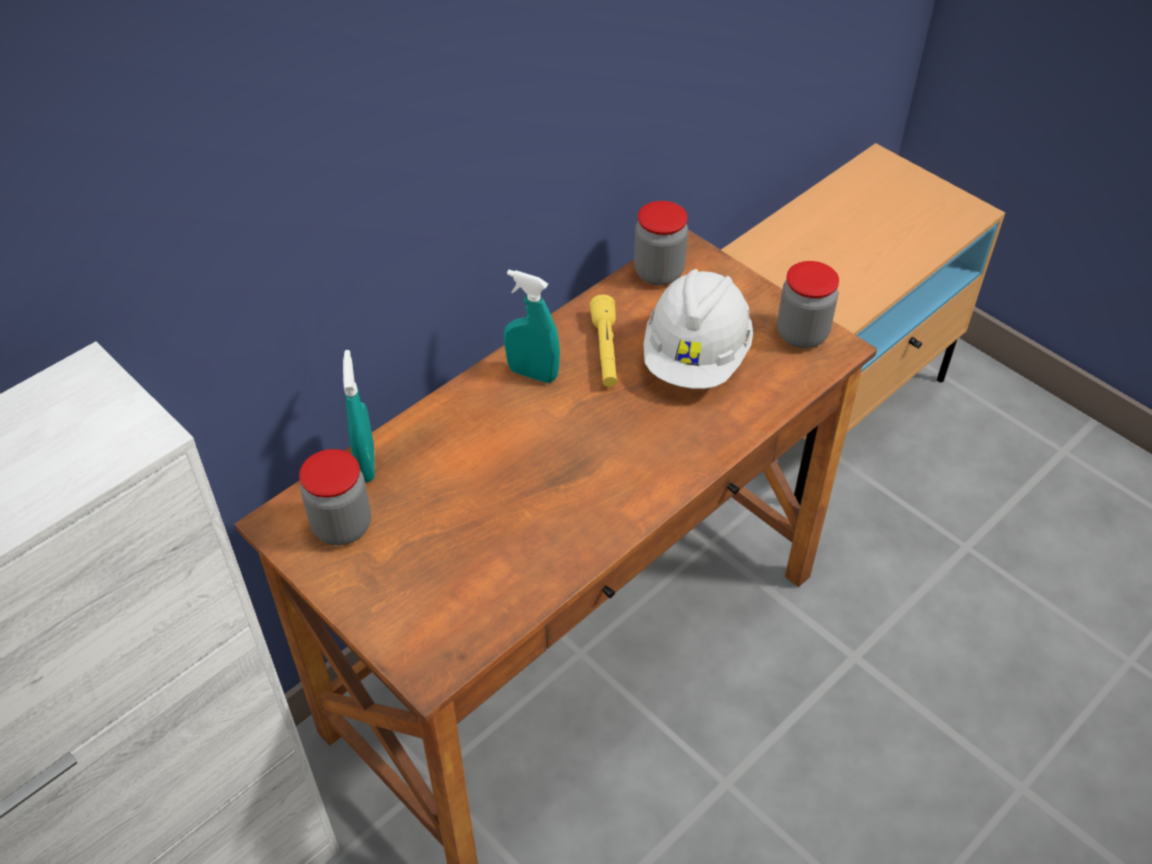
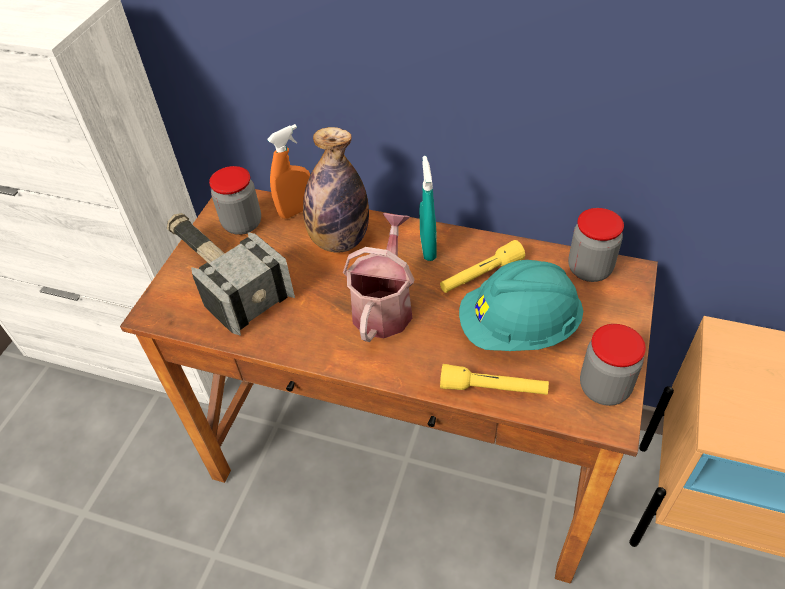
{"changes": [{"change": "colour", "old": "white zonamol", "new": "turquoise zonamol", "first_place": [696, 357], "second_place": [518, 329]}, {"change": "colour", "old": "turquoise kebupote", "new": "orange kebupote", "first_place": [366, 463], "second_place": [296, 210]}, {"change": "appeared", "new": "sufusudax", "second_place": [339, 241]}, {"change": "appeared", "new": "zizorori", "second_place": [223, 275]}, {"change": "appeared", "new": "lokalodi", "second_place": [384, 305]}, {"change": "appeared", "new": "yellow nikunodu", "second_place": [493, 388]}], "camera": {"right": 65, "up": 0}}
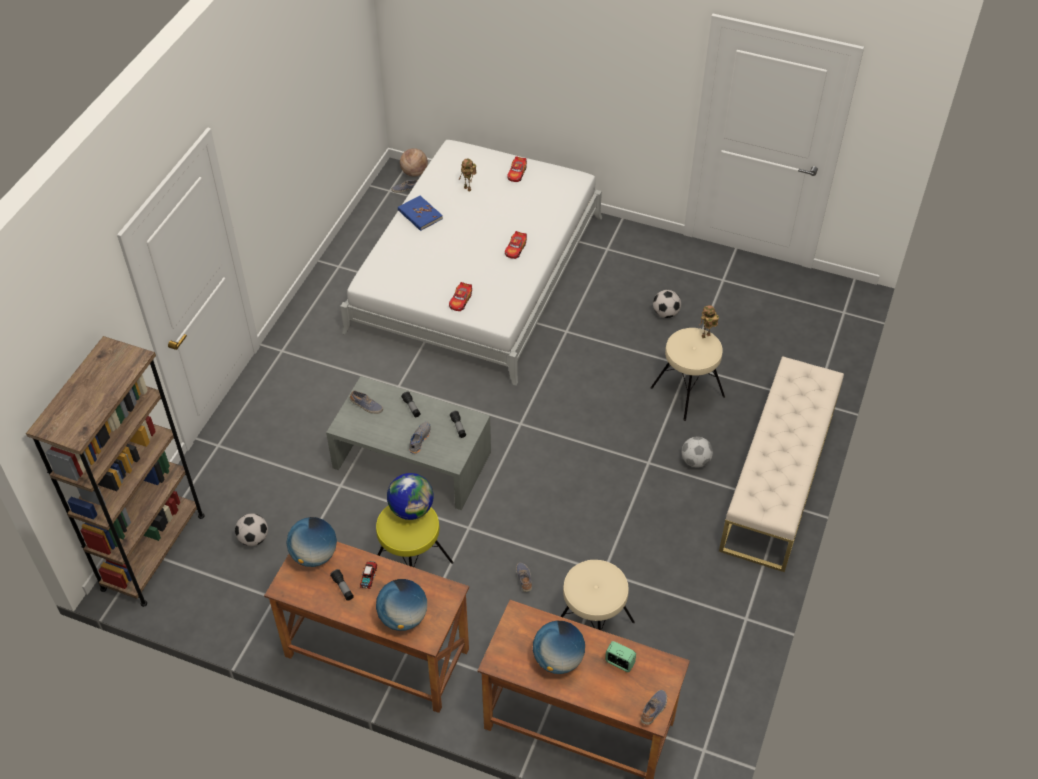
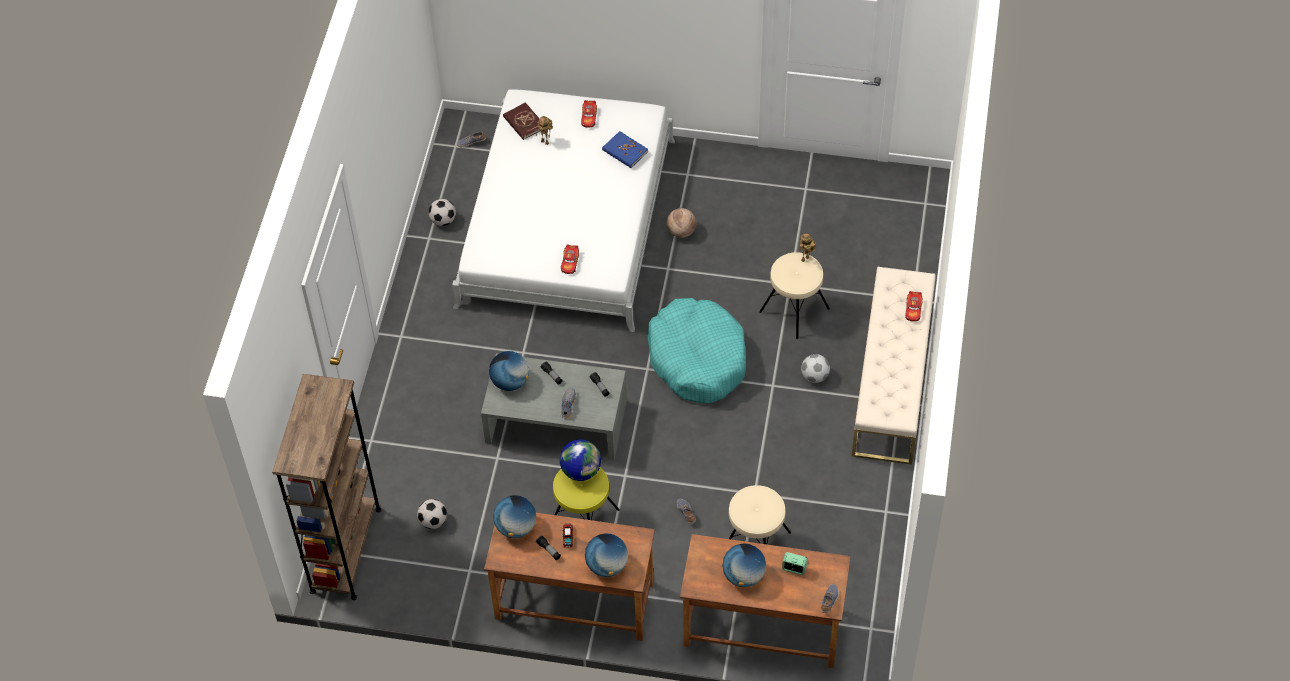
{"changes": [{"change": "relocated", "old": "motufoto", "first_place": [414, 173], "second_place": [681, 232]}, {"change": "relocated", "old": "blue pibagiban", "first_place": [420, 215], "second_place": [625, 151]}, {"change": "relocated", "old": "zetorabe", "first_place": [515, 249], "second_place": [913, 309]}, {"change": "relocated", "old": "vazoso", "first_place": [665, 313], "second_place": [443, 220]}, {"change": "exchanged", "old": "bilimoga", "new": "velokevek", "first_place": [366, 406], "second_place": [510, 382]}, {"change": "appeared", "new": "red pibagiban", "second_place": [524, 122]}, {"change": "appeared", "new": "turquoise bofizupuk", "second_place": [697, 358]}], "camera": {"right": -10, "up": 5}}
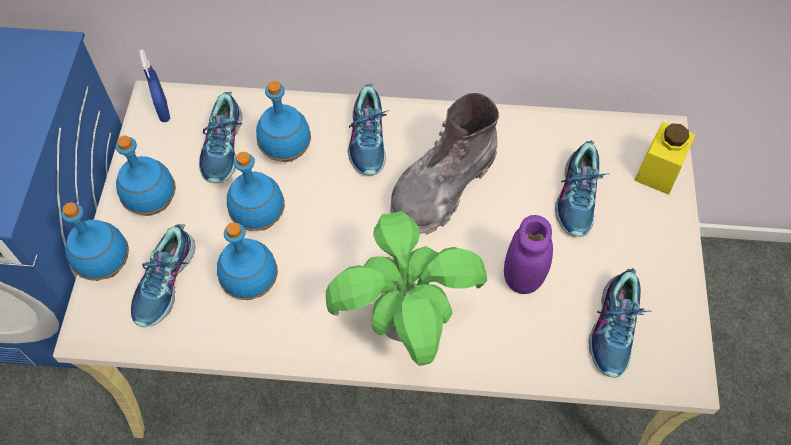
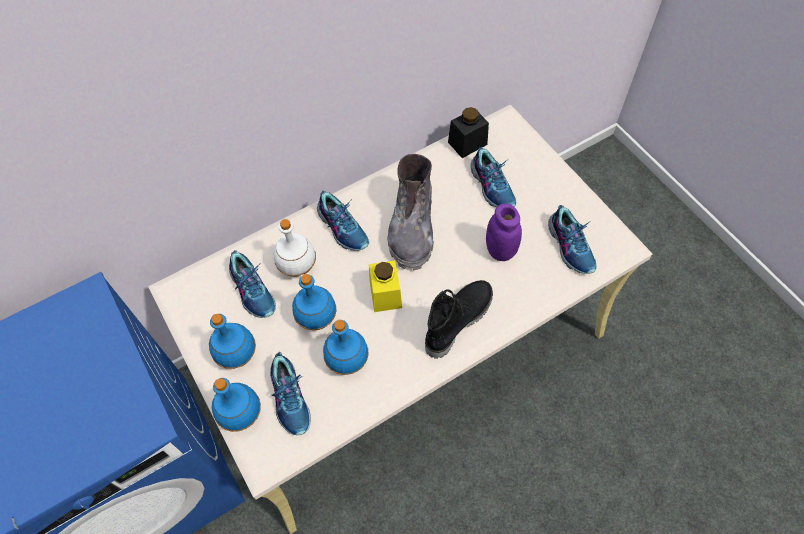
{"changes": [{"change": "missing", "old": "blue kebupote", "first_place": [163, 111]}, {"change": "colour", "old": "blue sufusudax", "new": "white sufusudax", "first_place": [286, 153], "second_place": [298, 268]}, {"change": "relocated", "old": "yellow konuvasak", "first_place": [658, 170], "second_place": [385, 294]}, {"change": "exchanged", "old": "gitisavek", "new": "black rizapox", "first_place": [404, 322], "second_place": [457, 320]}, {"change": "appeared", "new": "black konuvasak", "second_place": [467, 143]}], "camera": {"right": -35, "up": 0}}
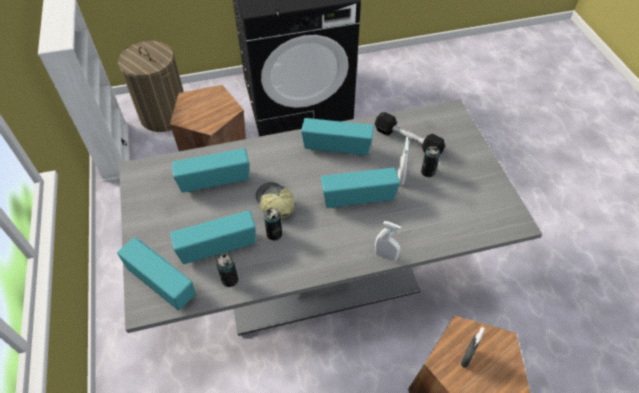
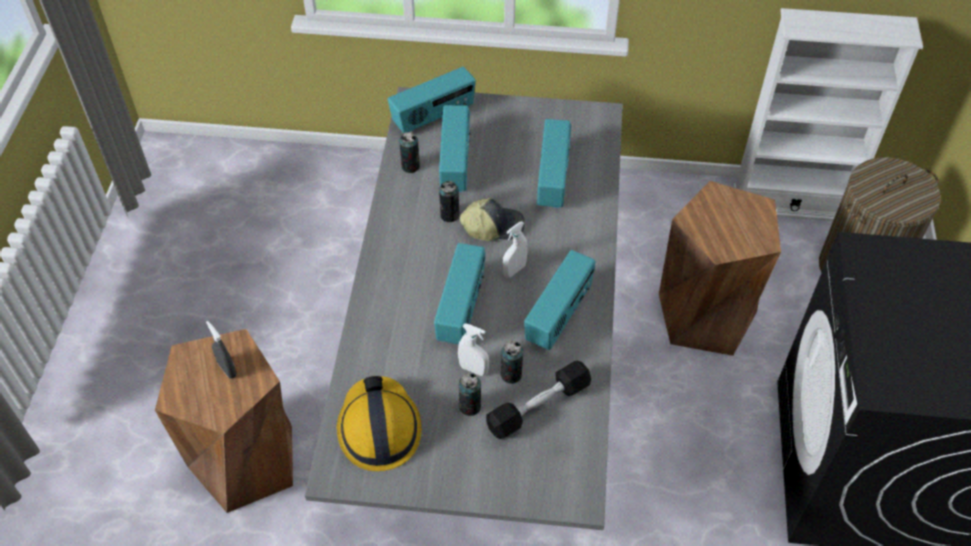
{"changes": [{"change": "relocated", "old": "white kebupote", "first_place": [385, 256], "second_place": [514, 270]}, {"change": "appeared", "new": "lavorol", "second_place": [511, 374]}, {"change": "appeared", "new": "zonamol", "second_place": [379, 429]}], "camera": {"right": 110, "up": 0}}
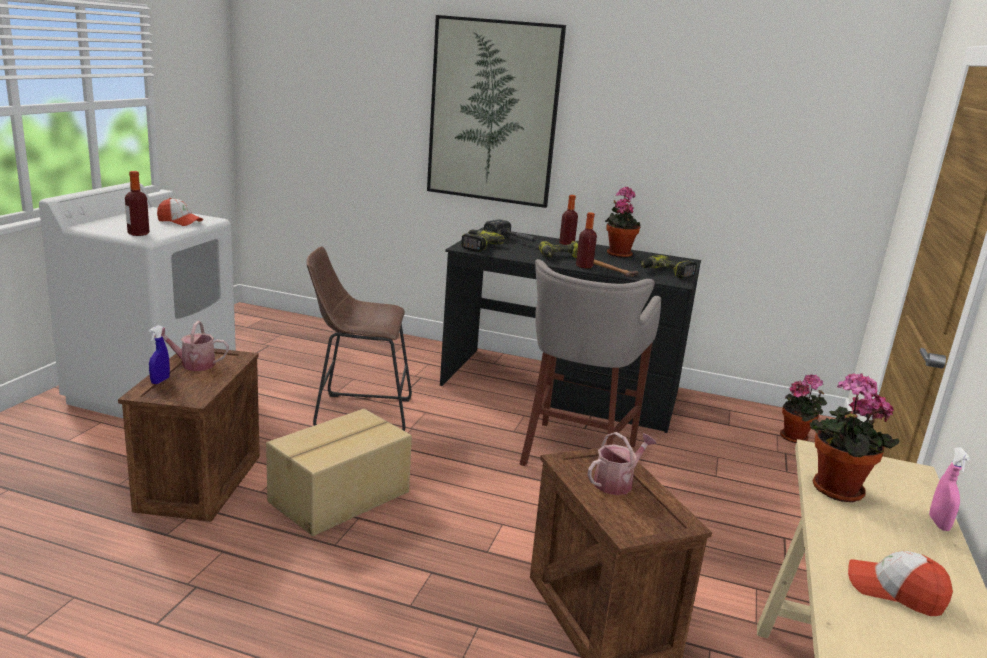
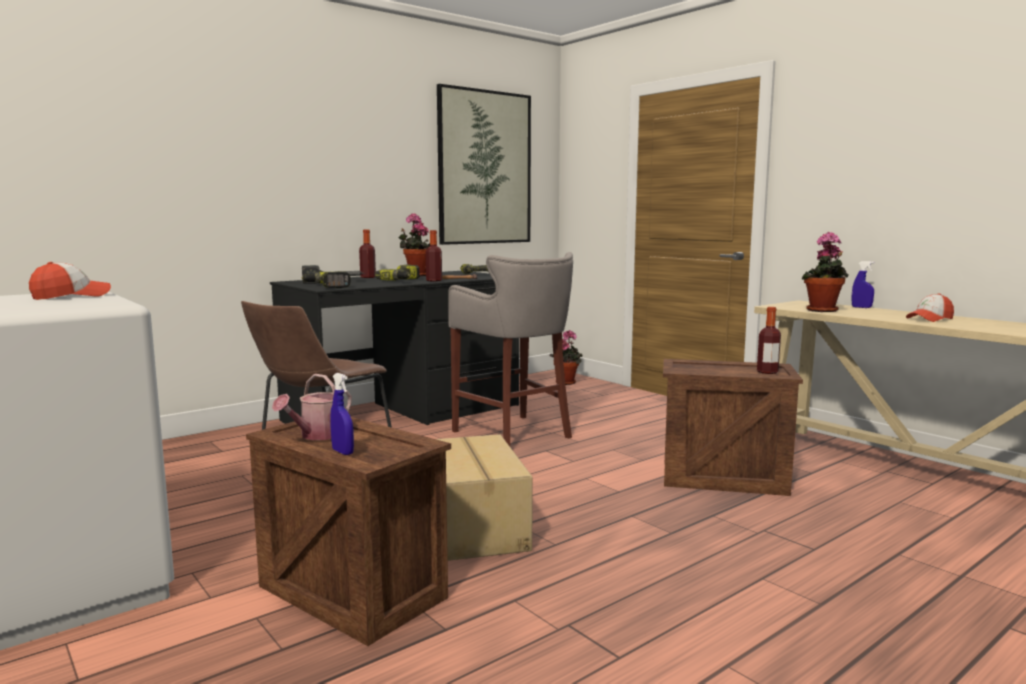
{"changes": [{"change": "relocated", "old": "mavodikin", "first_place": [493, 112], "second_place": [484, 168]}, {"change": "relocated", "old": "sufusudax", "first_place": [138, 234], "second_place": [767, 372]}, {"change": "missing", "old": "lokalodi", "first_place": [617, 482]}, {"change": "colour", "old": "pink kebupote", "new": "blue kebupote", "first_place": [939, 523], "second_place": [861, 307]}], "camera": {"right": -55, "up": -10}}
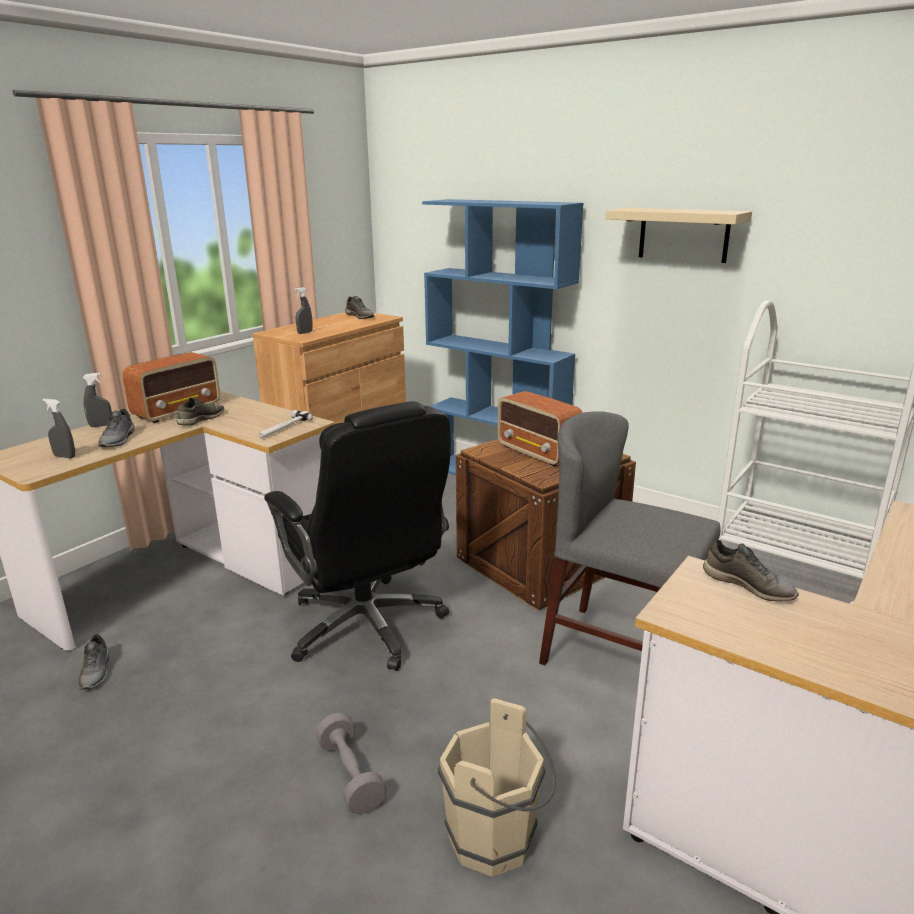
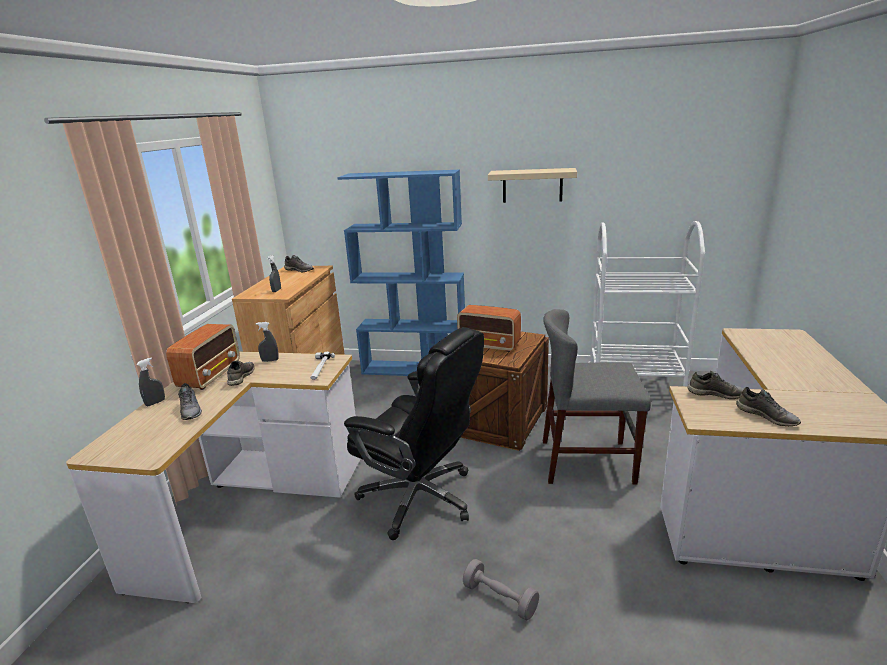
{"changes": [{"change": "relocated", "old": "grey kebupote", "first_place": [65, 456], "second_place": [270, 360]}, {"change": "relocated", "old": "grey bilimoga", "first_place": [97, 672], "second_place": [767, 416]}, {"change": "missing", "old": "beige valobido", "first_place": [497, 841]}], "camera": {"right": -25, "up": 0}}
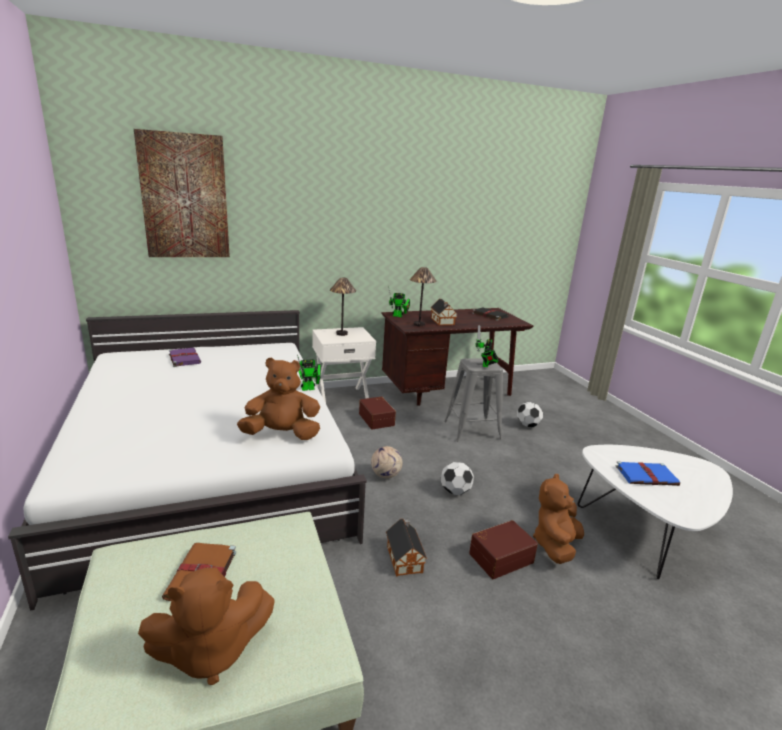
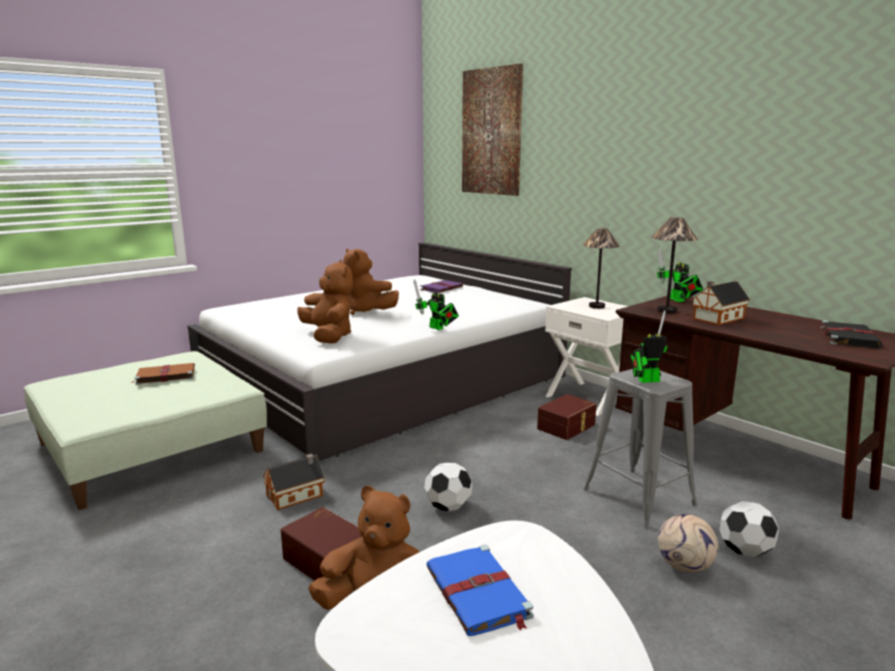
{"changes": [{"change": "relocated", "old": "vazoso", "first_place": [386, 475], "second_place": [685, 566]}, {"change": "relocated", "old": "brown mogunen", "first_place": [210, 652], "second_place": [367, 311]}], "camera": {"right": 70, "up": -5}}
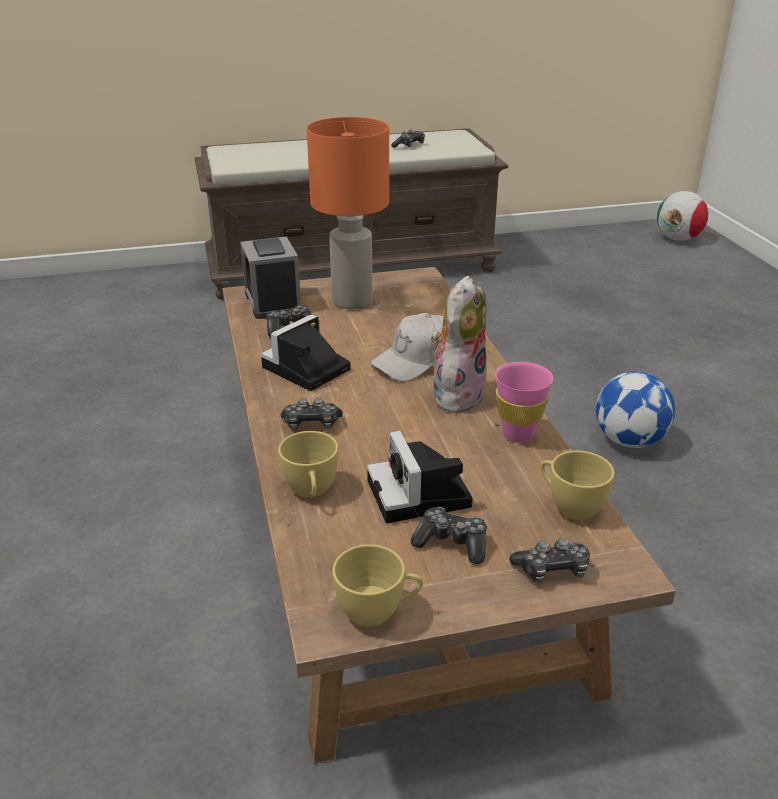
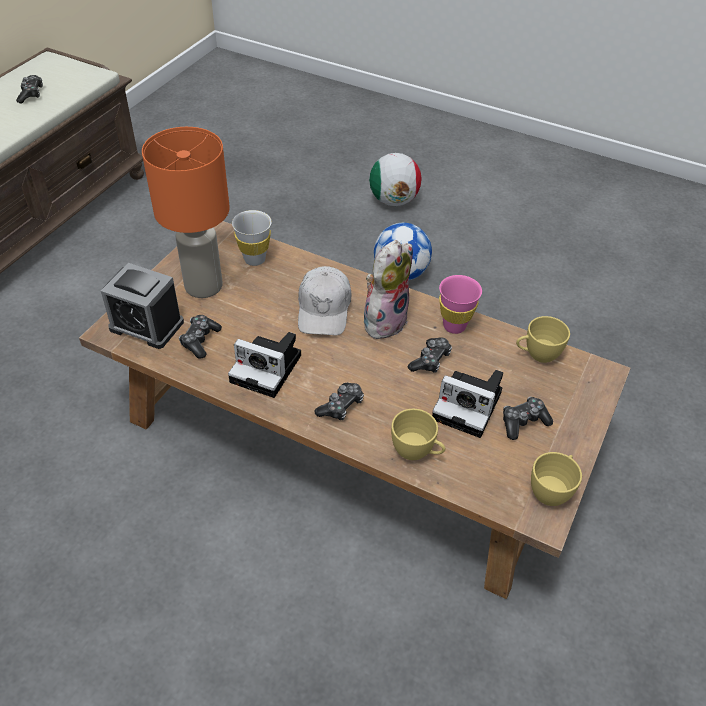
{"changes": [{"change": "relocated", "old": "vazoso", "first_place": [678, 239], "second_place": [393, 201]}, {"change": "spun", "old": "mogunen", "first_place": [456, 394], "second_place": [384, 320], "degrees": 60}, {"change": "spun", "old": "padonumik", "first_place": [304, 370], "second_place": [269, 368], "degrees": -60}, {"change": "relocated", "old": "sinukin", "first_place": [552, 570], "second_place": [430, 360]}, {"change": "appeared", "new": "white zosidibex", "second_place": [254, 259]}], "camera": {"right": -50, "up": 15}}
